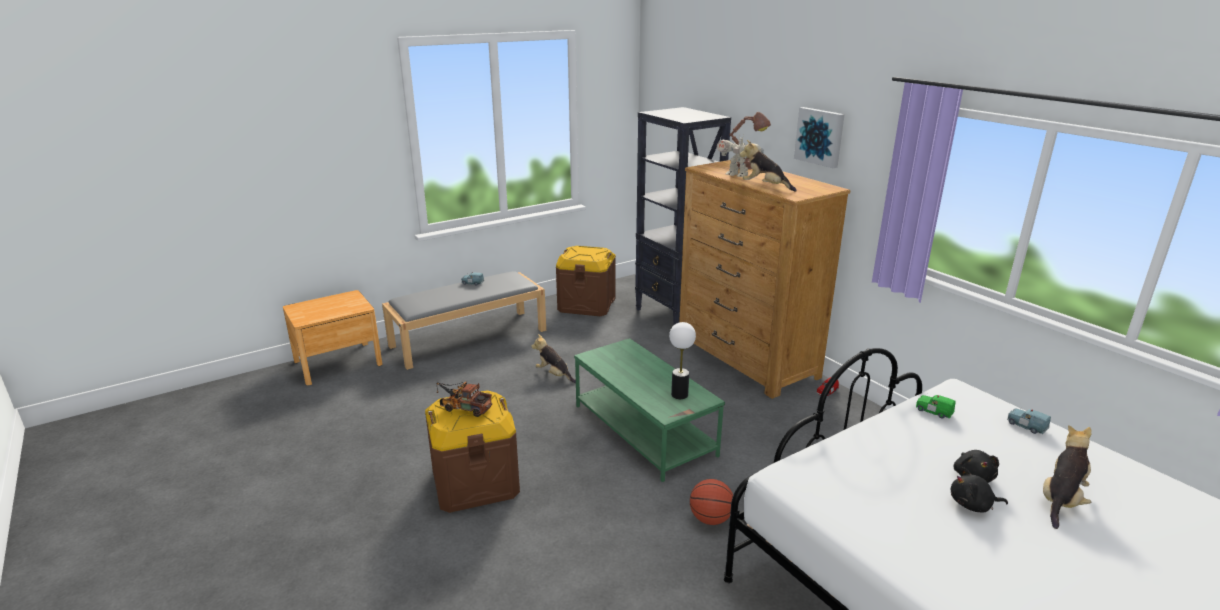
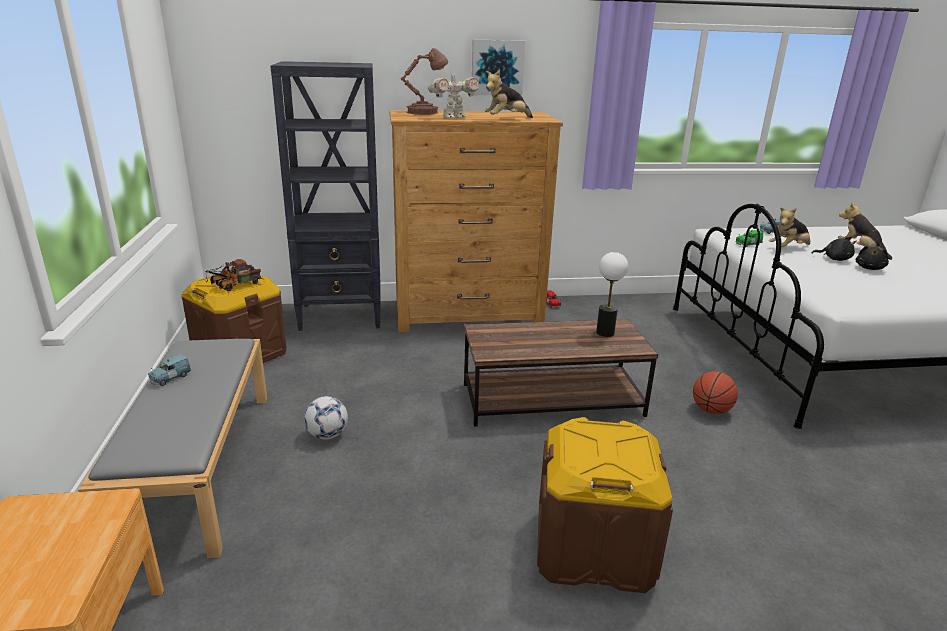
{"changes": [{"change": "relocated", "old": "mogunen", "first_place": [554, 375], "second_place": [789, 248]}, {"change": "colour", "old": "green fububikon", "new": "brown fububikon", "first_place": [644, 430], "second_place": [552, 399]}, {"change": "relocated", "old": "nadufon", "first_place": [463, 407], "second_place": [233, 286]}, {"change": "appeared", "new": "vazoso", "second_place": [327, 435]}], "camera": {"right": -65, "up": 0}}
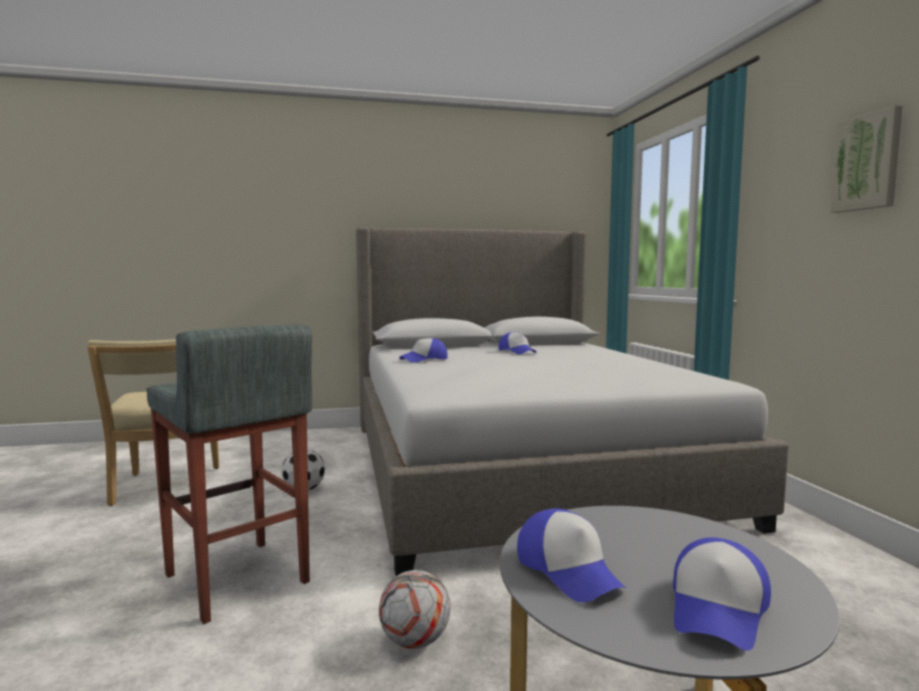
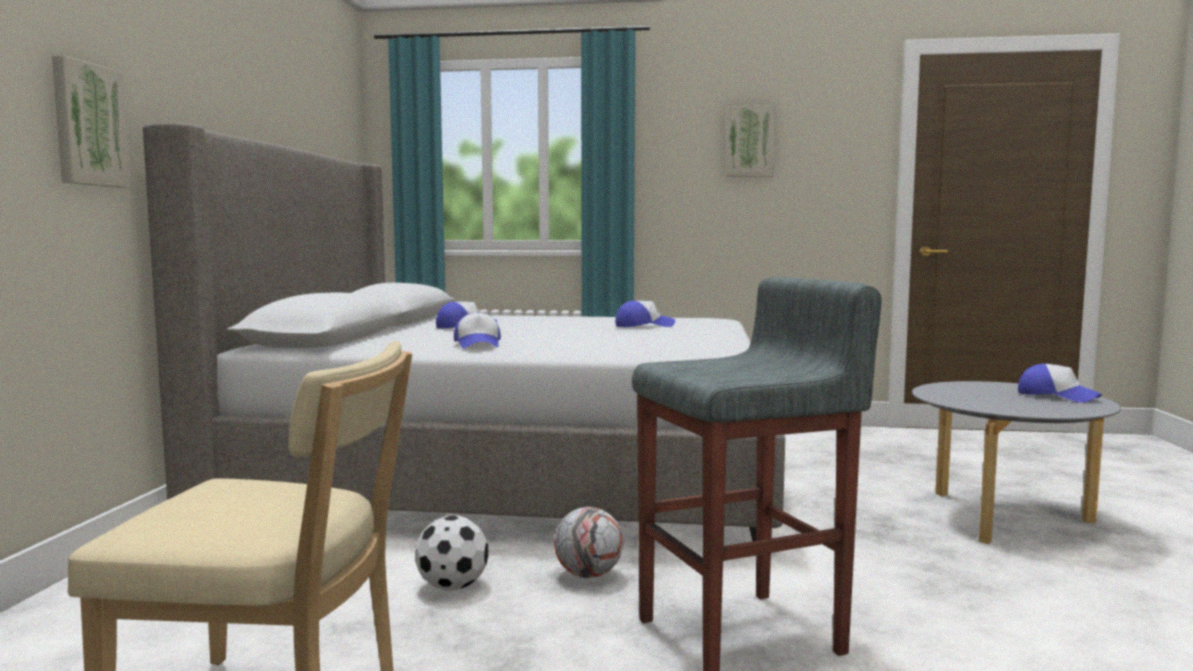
{"changes": [{"change": "relocated", "old": "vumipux", "first_place": [569, 570], "second_place": [644, 326]}, {"change": "relocated", "old": "vazoso", "first_place": [415, 641], "second_place": [588, 574]}, {"change": "appeared", "new": "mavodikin", "second_place": [88, 125]}], "camera": {"right": -70, "up": 0}}
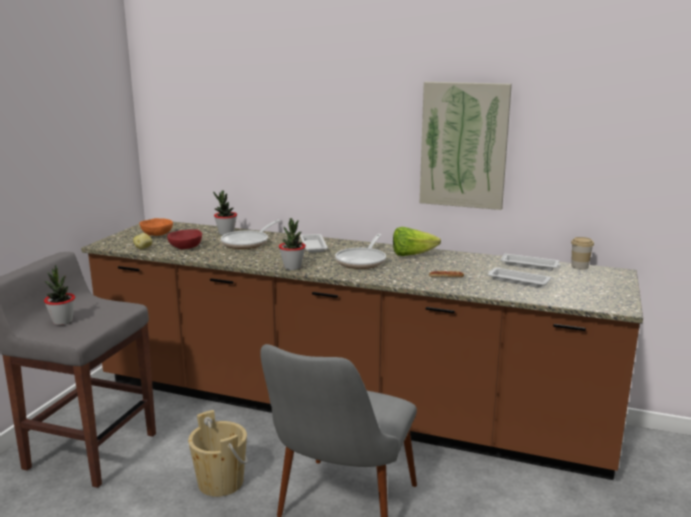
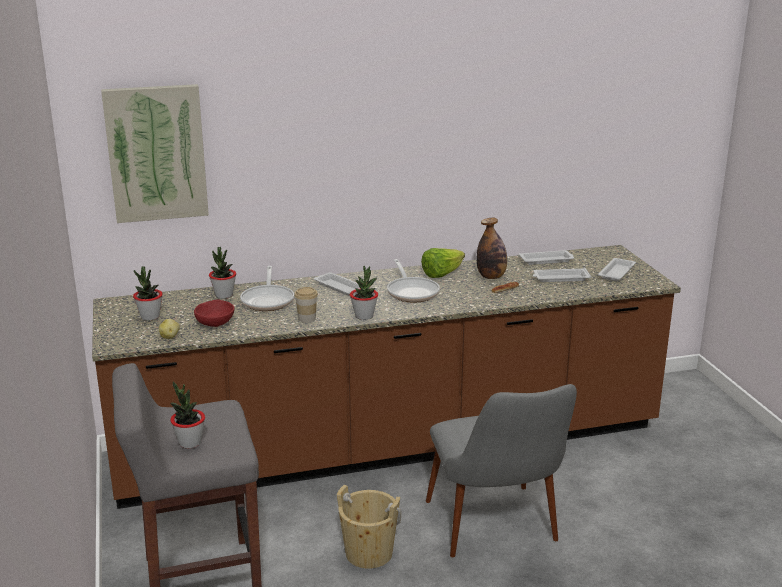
{"changes": [{"change": "relocated", "old": "mavodikin", "first_place": [464, 145], "second_place": [156, 153]}, {"change": "exchanged", "old": "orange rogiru", "new": "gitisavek", "first_place": [157, 235], "second_place": [150, 317]}, {"change": "relocated", "old": "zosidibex", "first_place": [579, 267], "second_place": [307, 319]}, {"change": "appeared", "new": "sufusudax", "second_place": [491, 277]}, {"change": "appeared", "new": "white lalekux", "second_place": [617, 272]}], "camera": {"right": -35, "up": 5}}
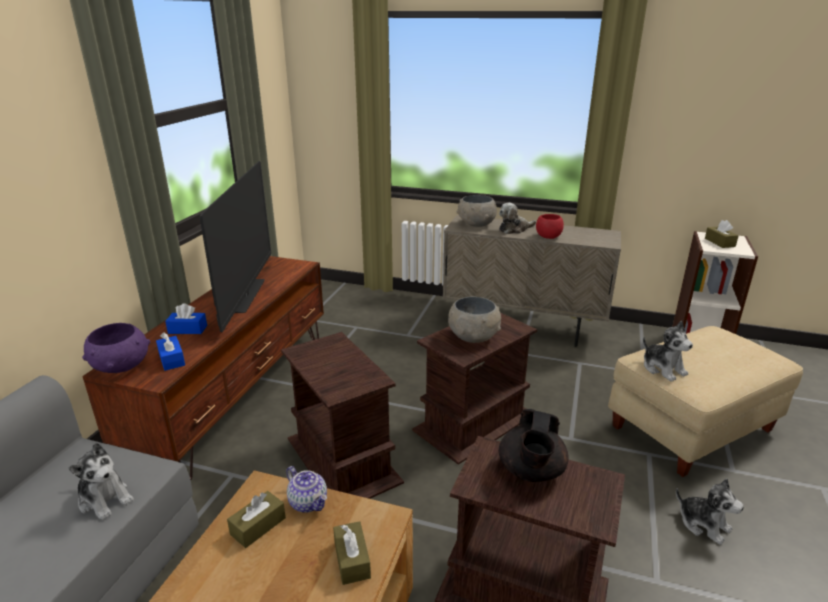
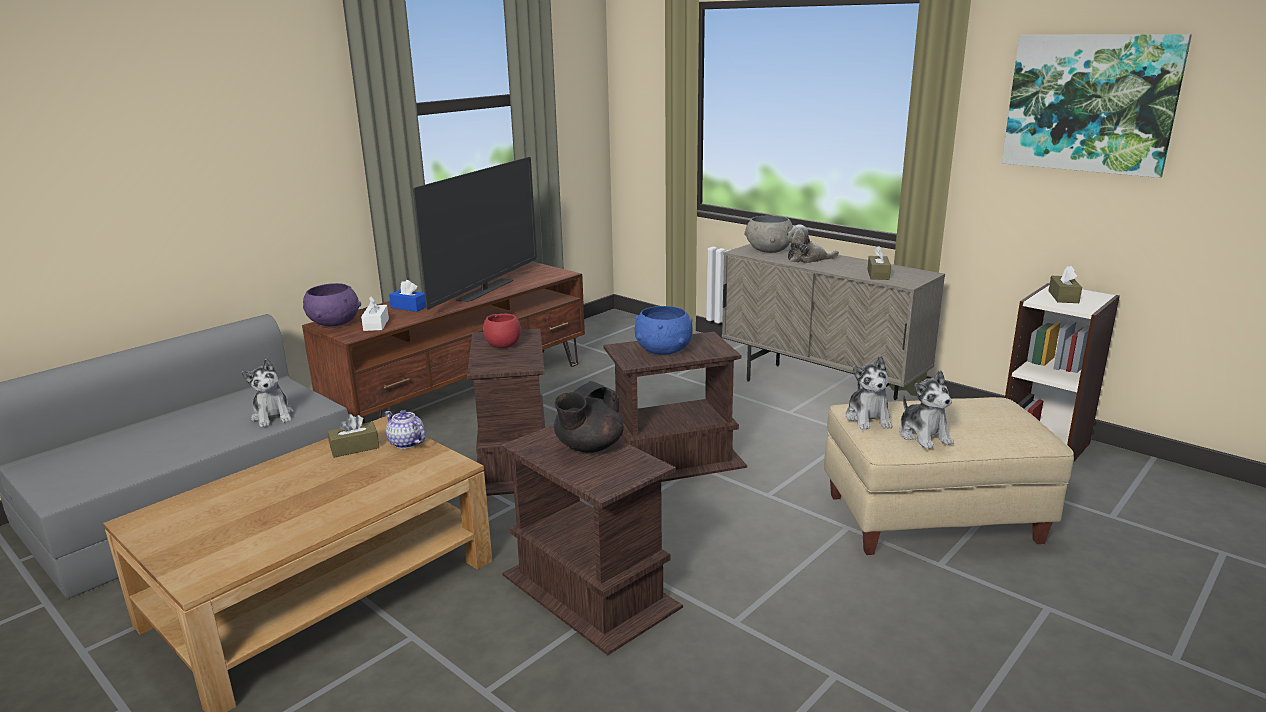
{"changes": [{"change": "relocated", "old": "red rogiru", "first_place": [548, 237], "second_place": [503, 345]}, {"change": "colour", "old": "grey rogiru", "new": "blue rogiru", "first_place": [473, 336], "second_place": [663, 350]}, {"change": "colour", "old": "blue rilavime", "new": "white rilavime", "first_place": [172, 359], "second_place": [376, 324]}, {"change": "spun", "old": "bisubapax", "first_place": [309, 502], "second_place": [406, 443], "degrees": 150}, {"change": "relocated", "old": "mogunen", "first_place": [703, 524], "second_place": [924, 436]}, {"change": "relocated", "old": "brown rilavime", "first_place": [352, 560], "second_place": [878, 274]}, {"change": "appeared", "new": "mavodikin", "second_place": [1090, 103]}], "camera": {"right": 25, "up": -5}}
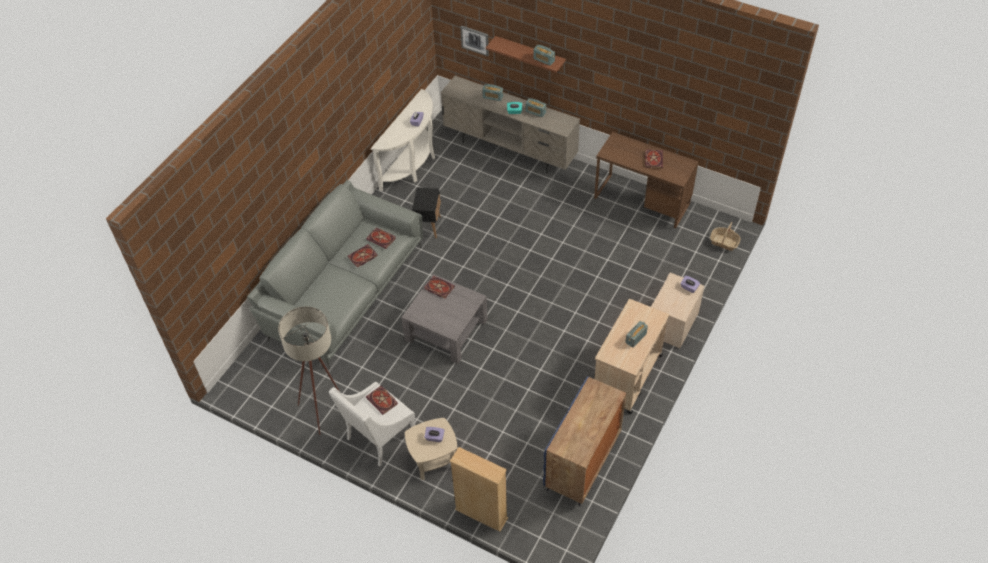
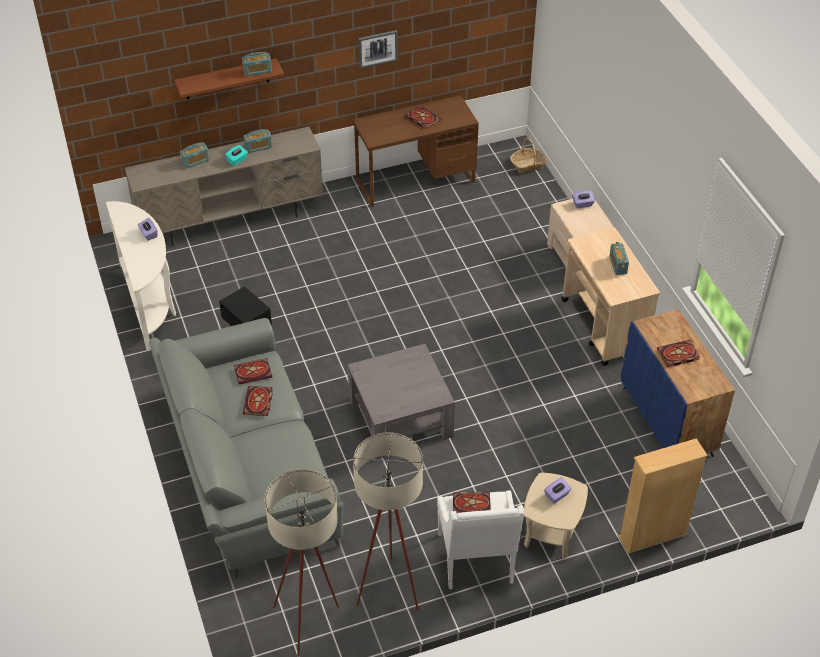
{"changes": [{"change": "relocated", "old": "mavodikin", "first_place": [475, 40], "second_place": [377, 48]}, {"change": "relocated", "old": "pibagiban", "first_place": [438, 288], "second_place": [677, 355]}, {"change": "appeared", "new": "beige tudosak", "second_place": [311, 620]}], "camera": {"right": -50, "up": -5}}
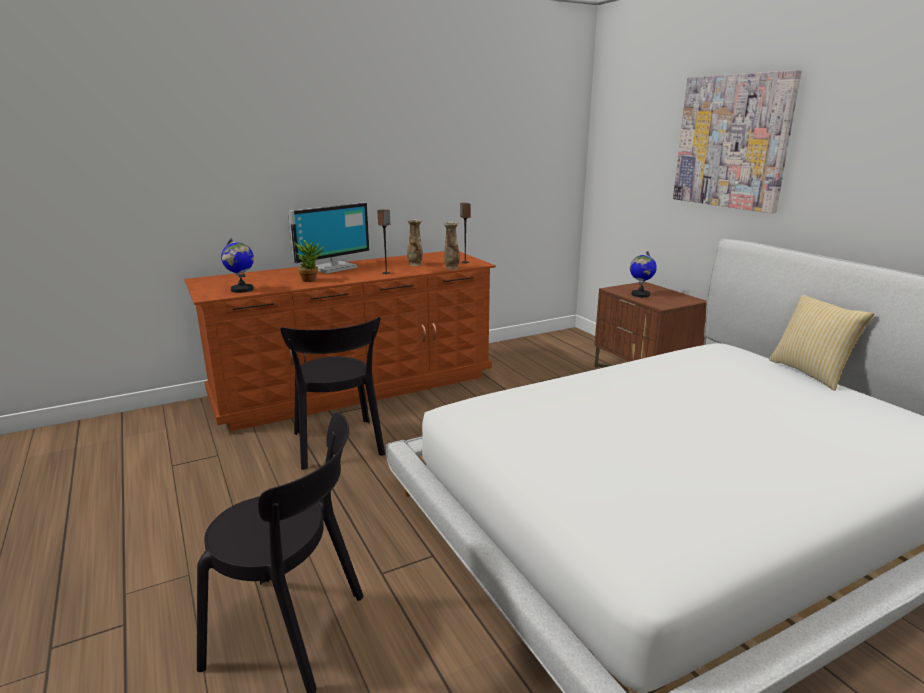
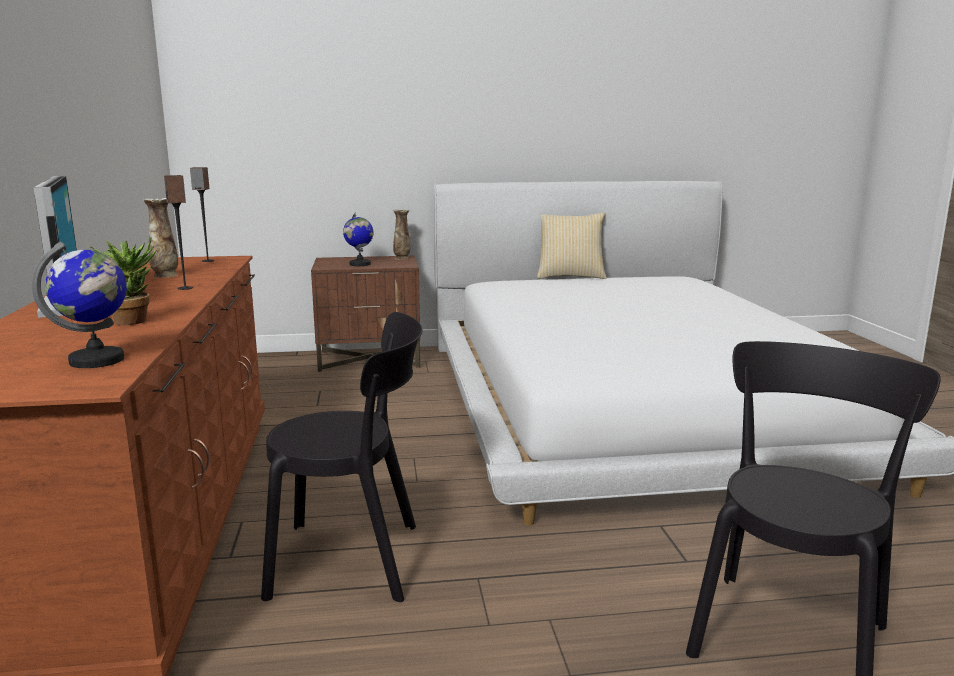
{"changes": [{"change": "missing", "old": "mavodikin", "first_place": [732, 142]}, {"change": "relocated", "old": "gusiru", "first_place": [451, 268], "second_place": [402, 259]}], "camera": {"right": -70, "up": -5}}
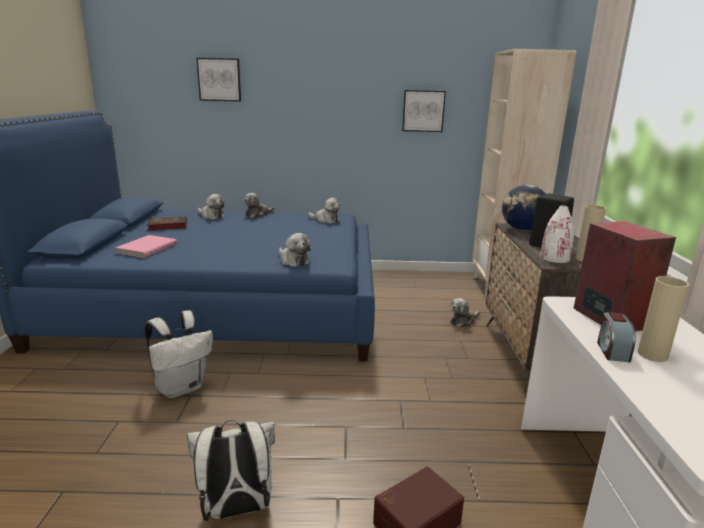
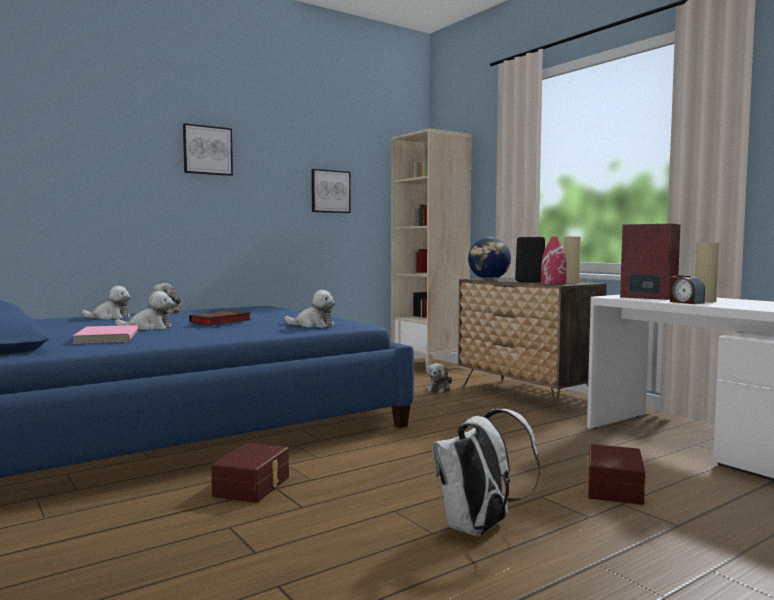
{"changes": [{"change": "relocated", "old": "mavodikin", "first_place": [219, 79], "second_place": [207, 150]}, {"change": "relocated", "old": "mogunen", "first_place": [325, 220], "second_place": [149, 327]}, {"change": "colour", "old": "white gusiru", "new": "red gusiru", "first_place": [555, 258], "second_place": [553, 283]}, {"change": "relocated", "old": "pibagiban", "first_place": [166, 226], "second_place": [220, 322]}, {"change": "exchanged", "old": "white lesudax", "new": "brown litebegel", "first_place": [182, 387], "second_place": [253, 486]}], "camera": {"right": -35, "up": -15}}
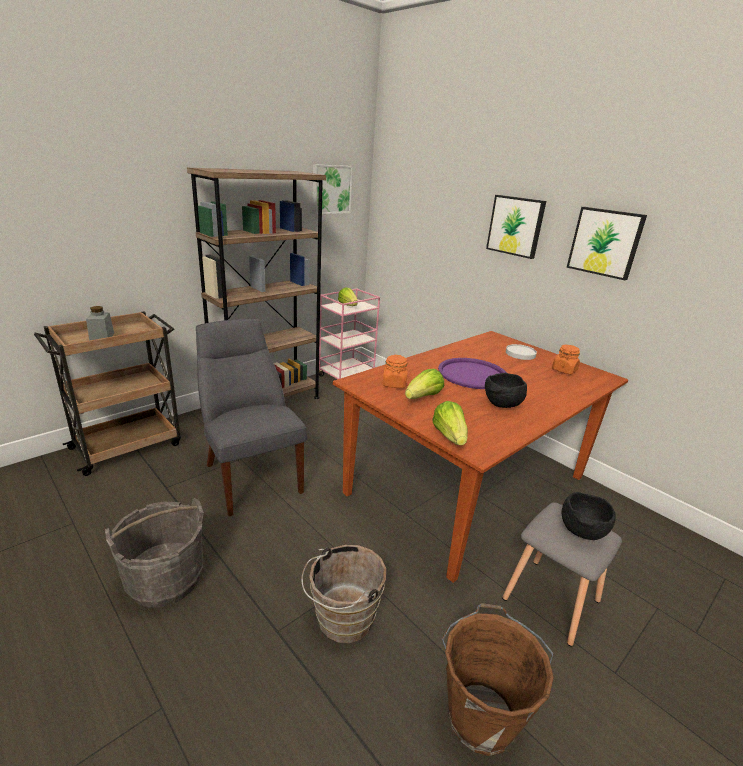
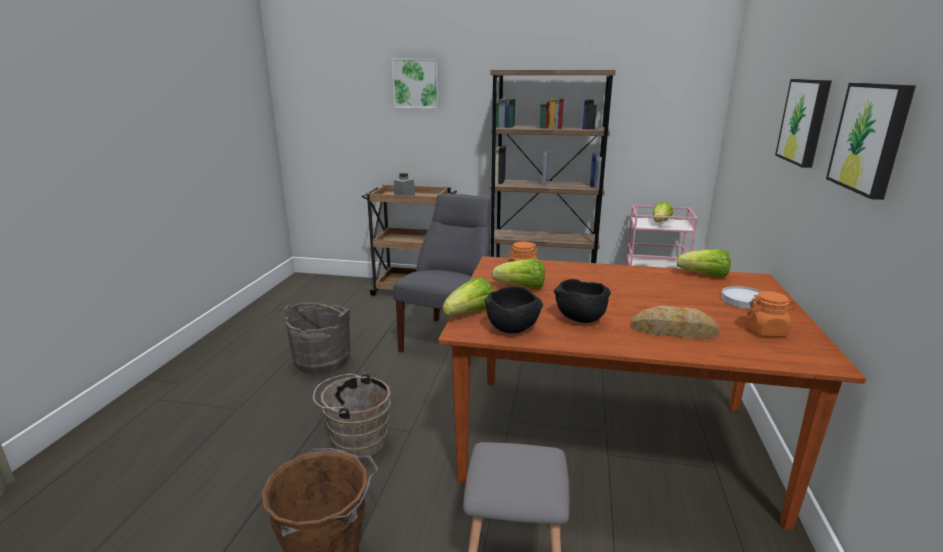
{"changes": [{"change": "relocated", "old": "mavodikin", "first_place": [330, 189], "second_place": [416, 83]}, {"change": "missing", "old": "purple lalekux", "first_place": [472, 374]}, {"change": "relocated", "old": "black rogiru", "first_place": [582, 531], "second_place": [513, 329]}, {"change": "appeared", "new": "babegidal", "second_place": [704, 276]}, {"change": "appeared", "new": "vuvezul", "second_place": [673, 330]}], "camera": {"right": 55, "up": -5}}
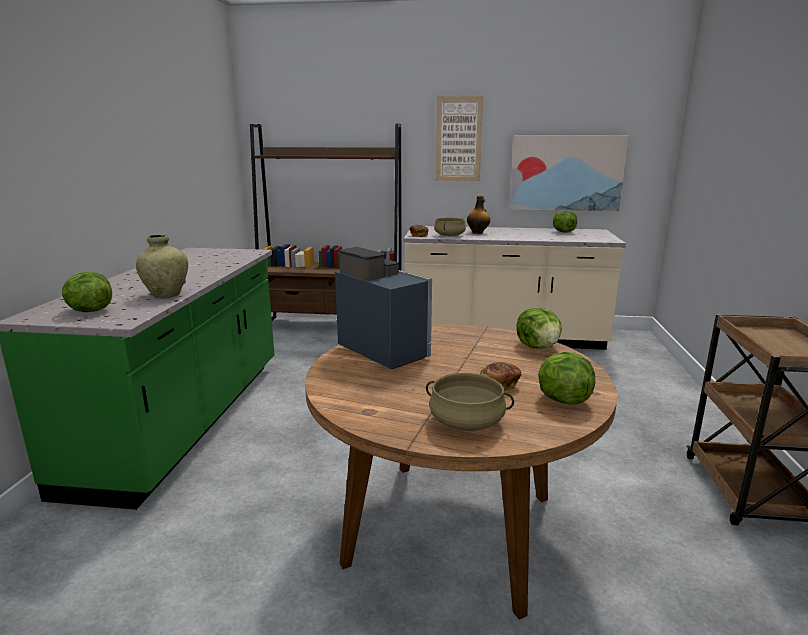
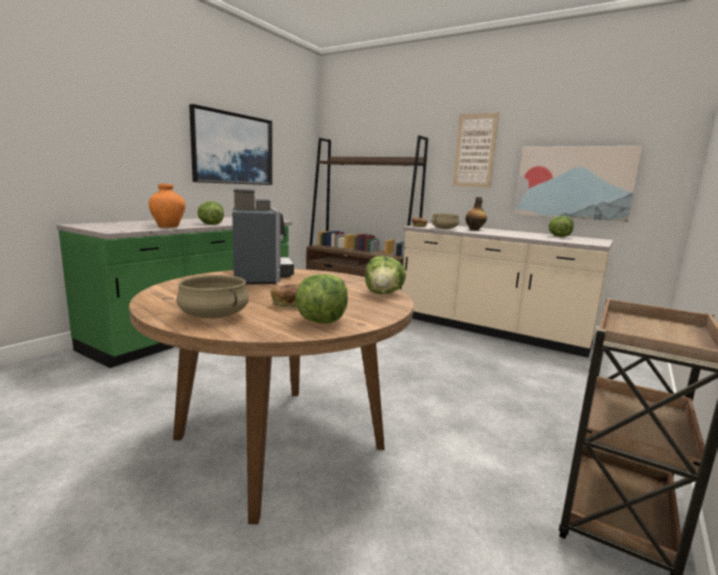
{"changes": [{"change": "colour", "old": "beige gusiru", "new": "orange gusiru", "first_place": [166, 295], "second_place": [168, 227]}, {"change": "relocated", "old": "babegidal", "first_place": [89, 311], "second_place": [210, 224]}, {"change": "appeared", "new": "mavodikin", "second_place": [233, 149]}], "camera": {"right": 25, "up": -5}}
